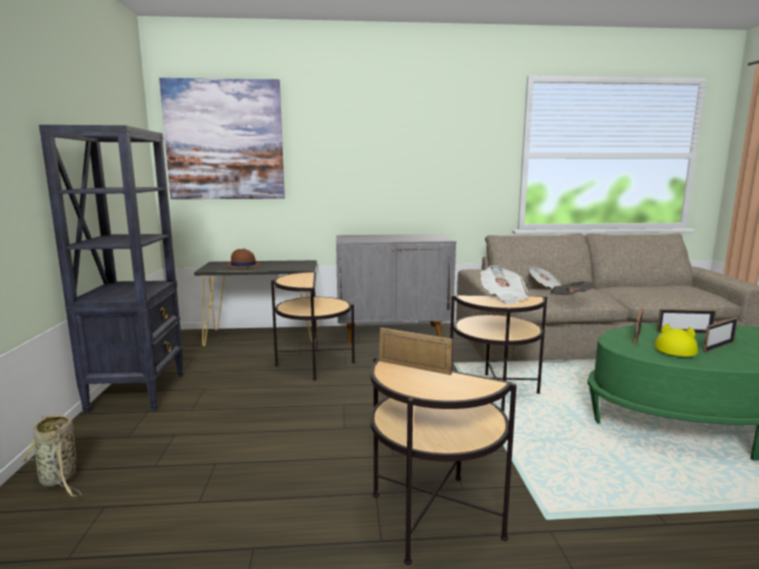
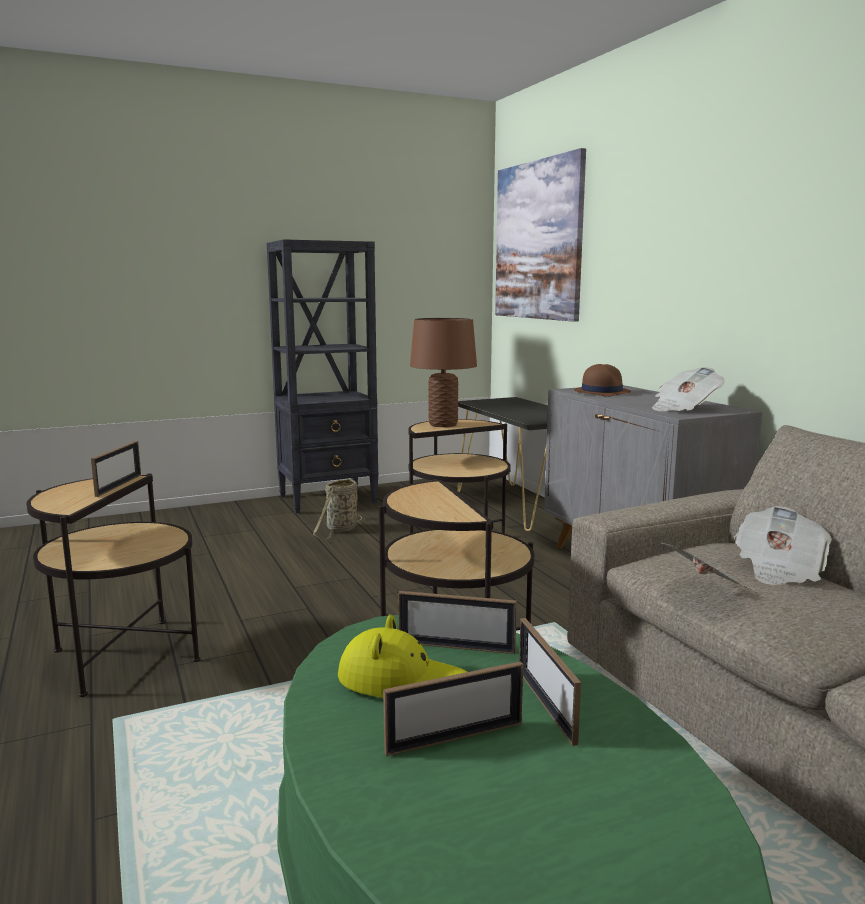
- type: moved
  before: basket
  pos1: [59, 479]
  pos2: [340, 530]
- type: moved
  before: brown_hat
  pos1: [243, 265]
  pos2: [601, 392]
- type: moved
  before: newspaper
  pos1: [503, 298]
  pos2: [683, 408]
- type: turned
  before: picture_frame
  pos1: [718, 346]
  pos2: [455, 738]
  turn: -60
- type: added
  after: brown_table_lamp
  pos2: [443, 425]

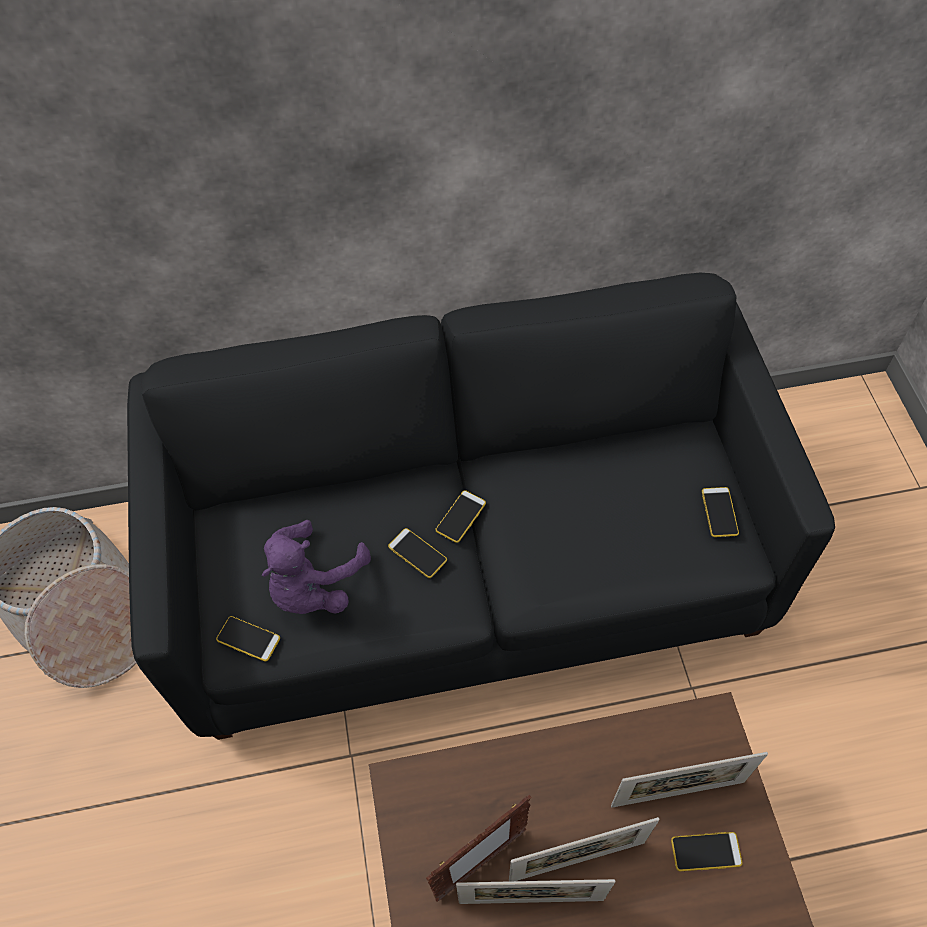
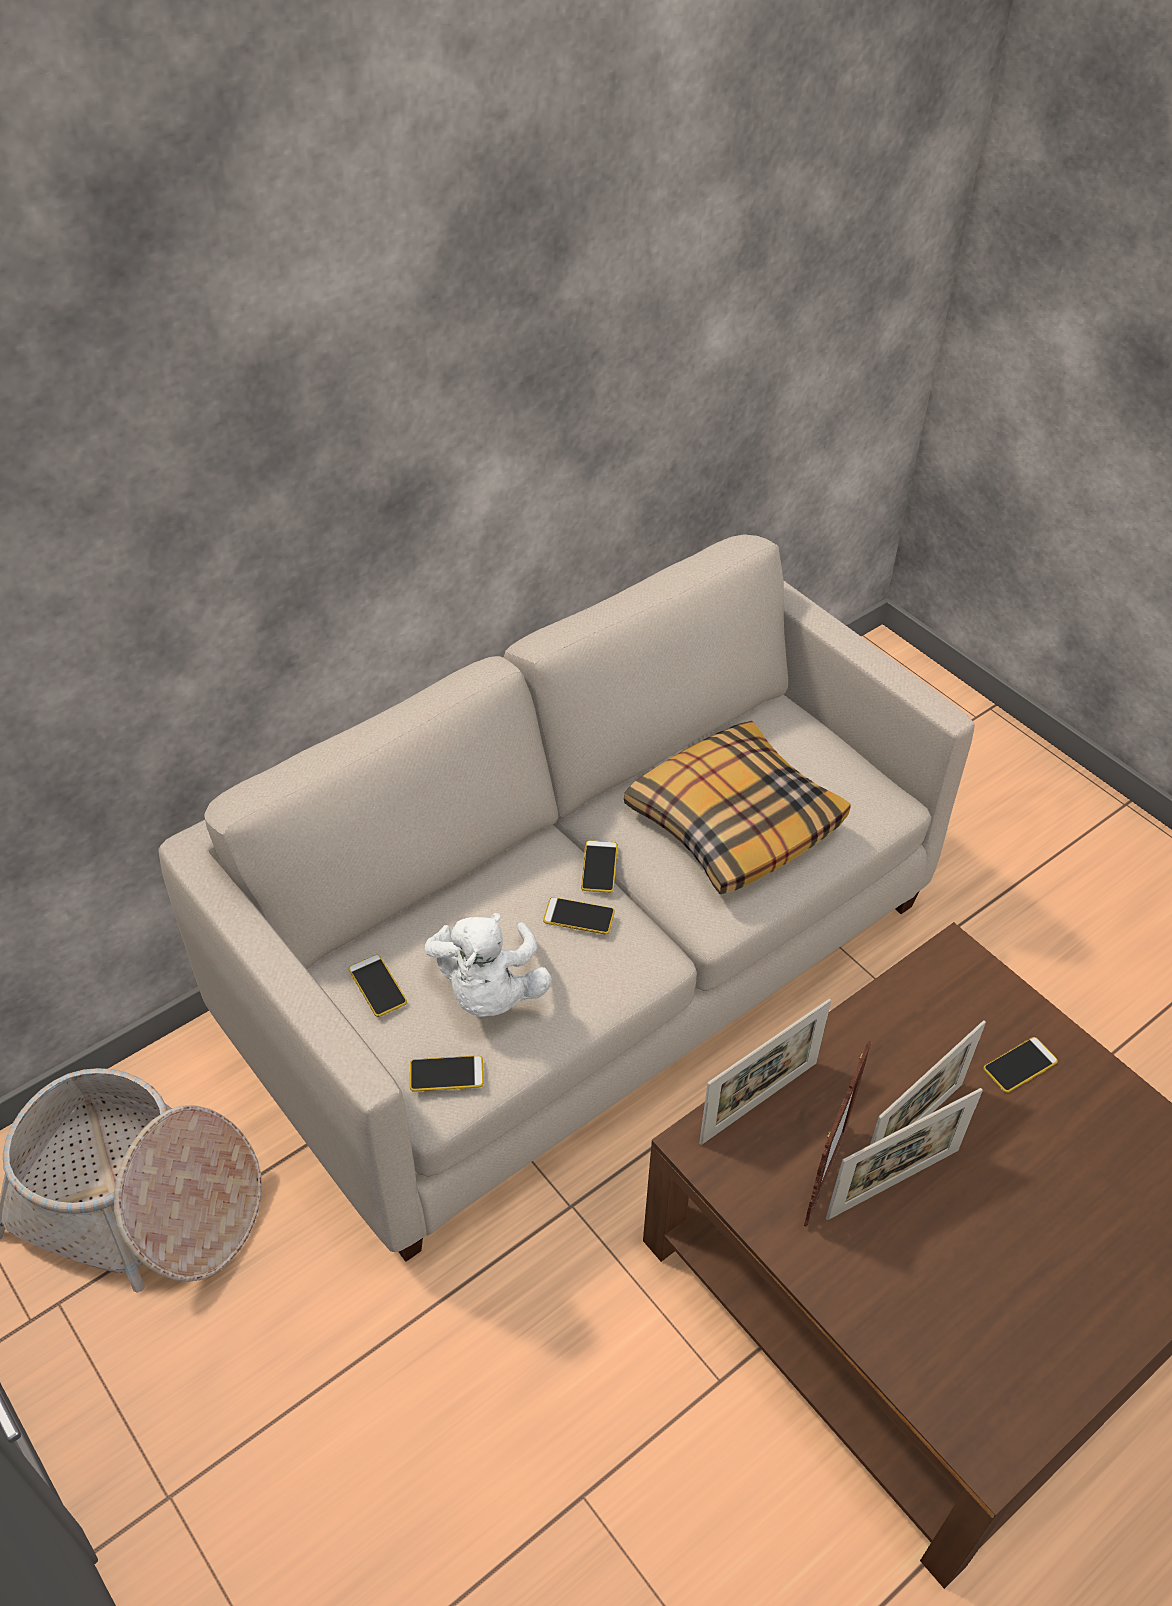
- type: recoloured
  before: black_sofa
  after: beige_sofa
  pos1: [469, 568]
  pos2: [584, 964]
- type: recoloured
  before: purple_plush_toy
  after: white_plush_toy
  pos1: [314, 586]
  pos2: [488, 991]
- type: moved
  before: picture_frame
  pos1: [677, 793]
  pos2: [759, 1102]
- type: moved
  before: phone
  pos1: [719, 512]
  pos2: [377, 986]
- type: added
  after: pillow
  pos2: [733, 821]

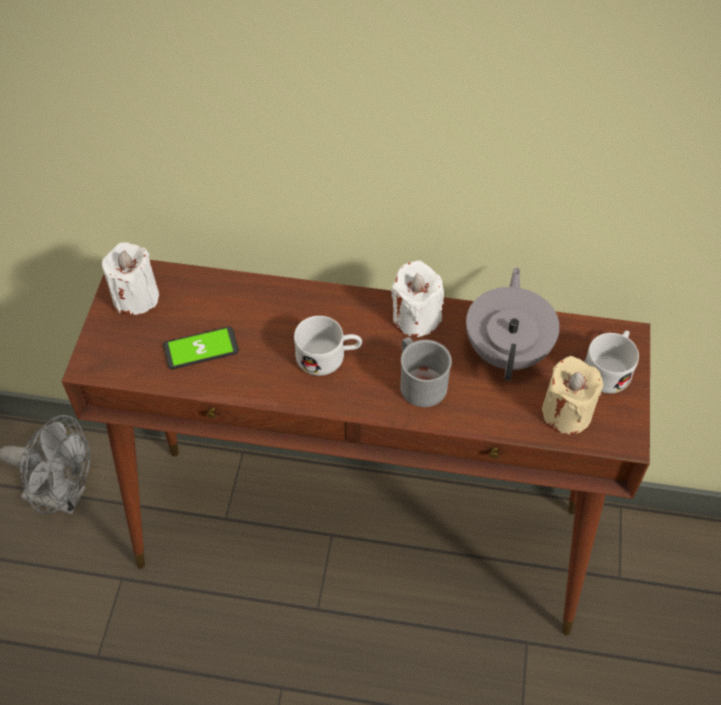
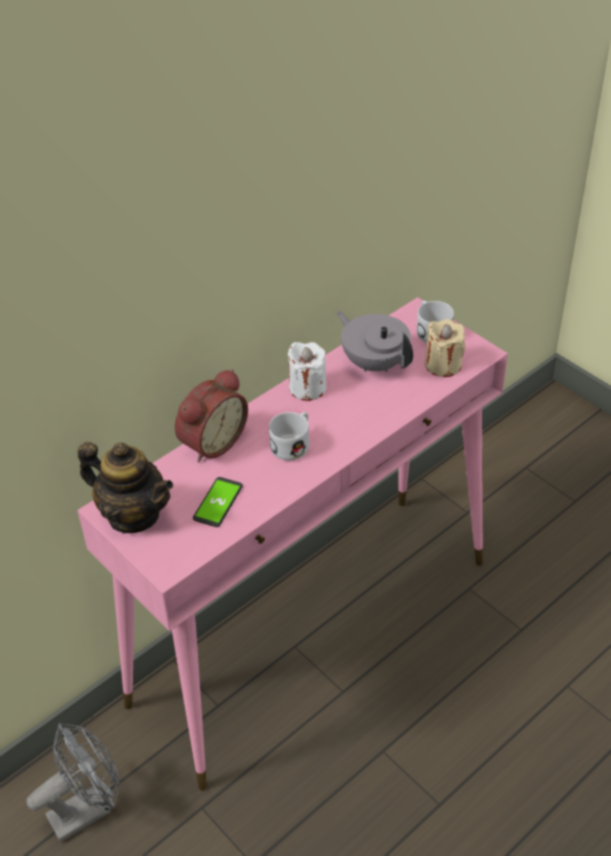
- type: recoloured
  before: brown_console_table
  after: pink_console_table
  pos1: [362, 537]
  pos2: [313, 629]
- type: replaced
  before: white_candle
  after: teapot
  pos1: [136, 297]
  pos2: [133, 515]
- type: removed
  before: grey_mug
  pos1: [419, 381]
- type: added
  after: alarm_clock
  pos2: [211, 442]

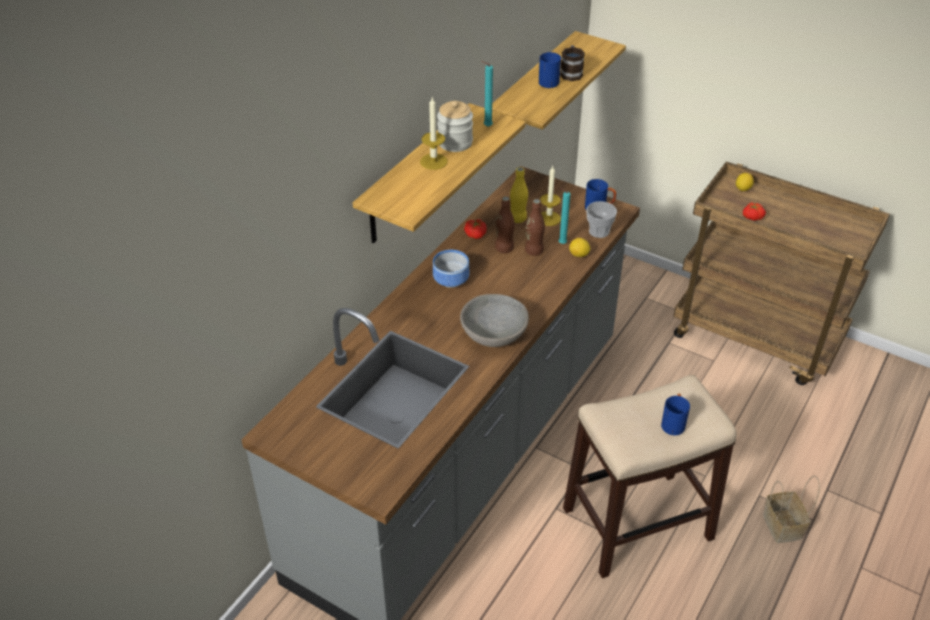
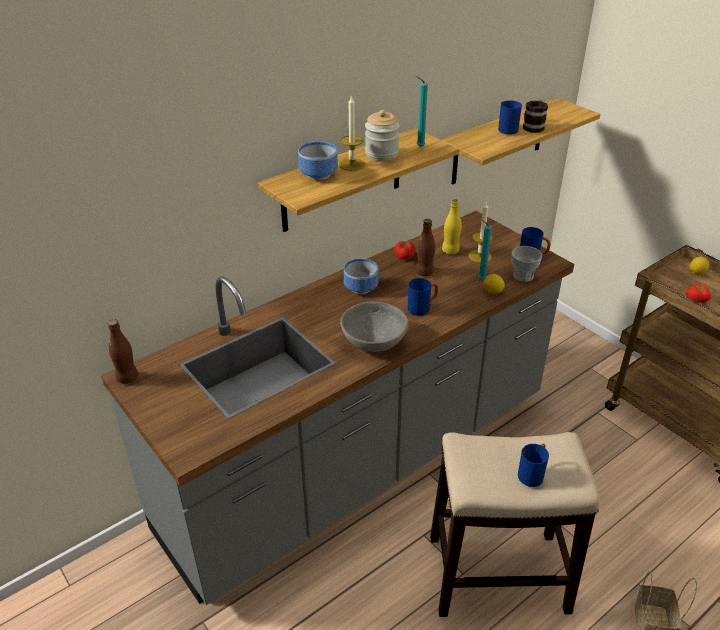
- type: moved
  before: brown_bottle
  pos1: [534, 251]
  pos2: [127, 378]
- type: added
  after: bowl
  pos2: [320, 174]
- type: added
  after: blue_mug
  pos2: [422, 308]

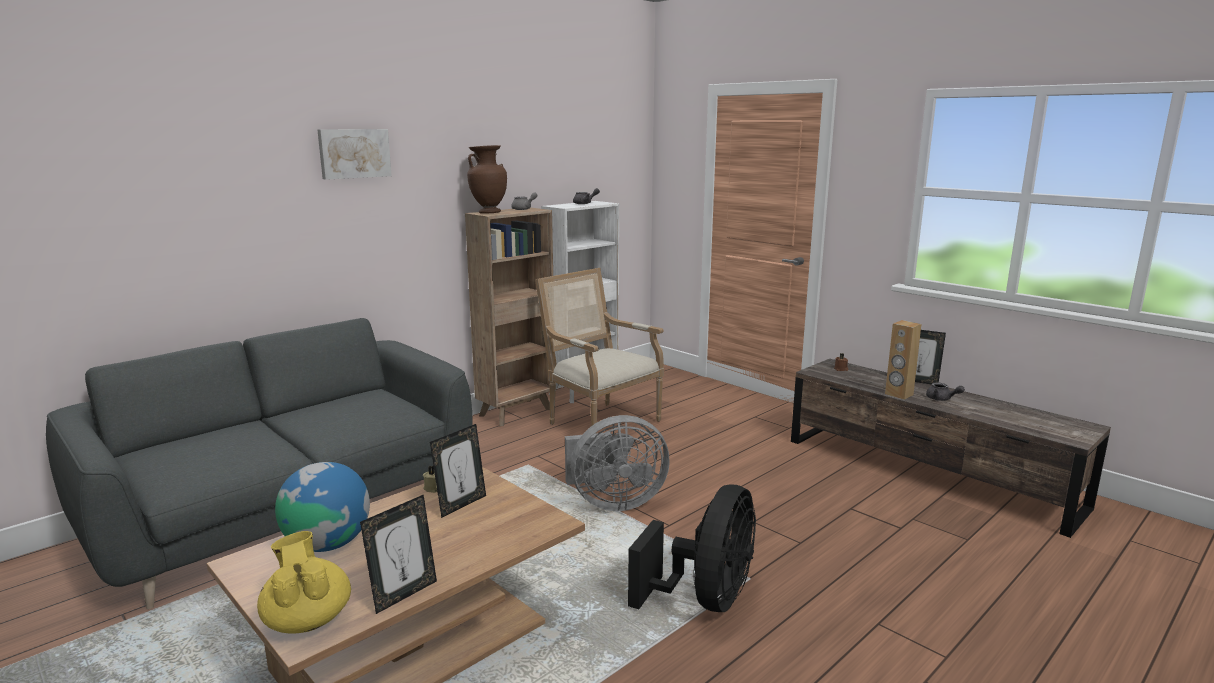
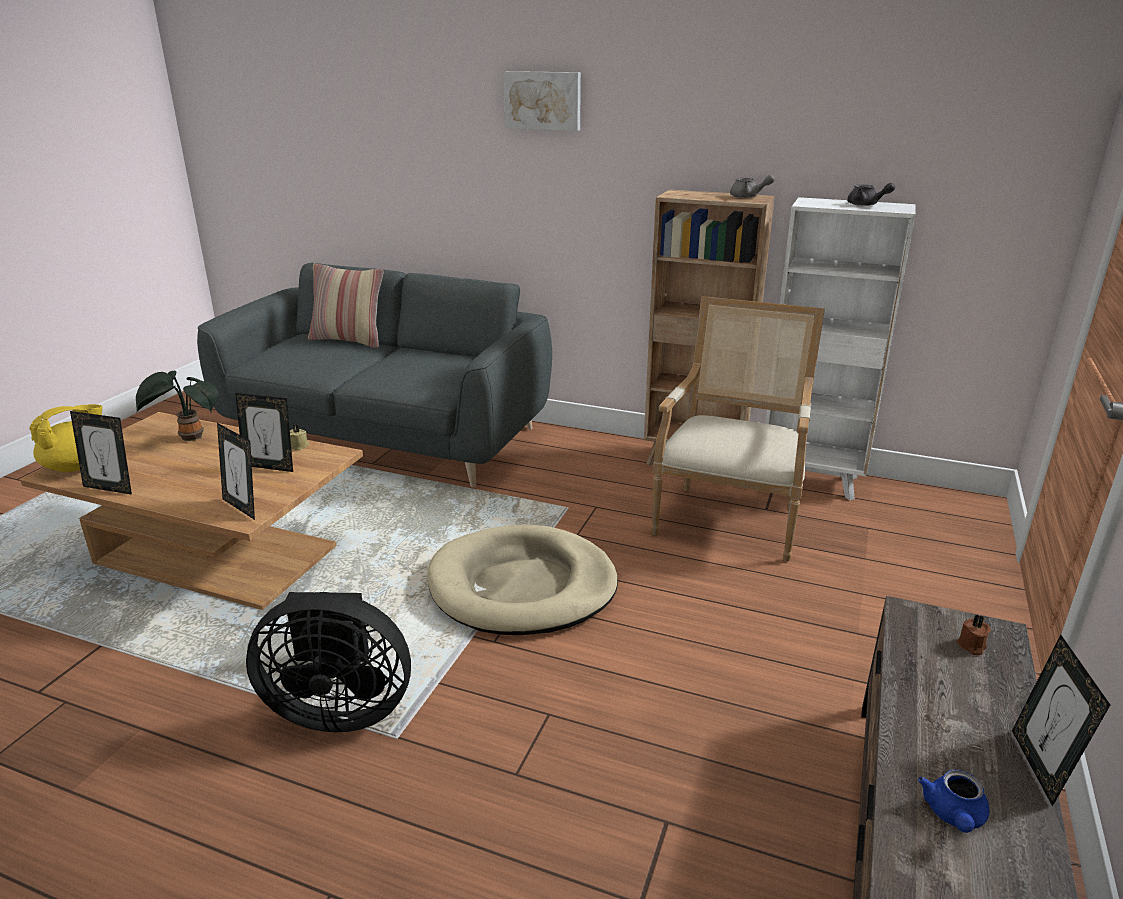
- type: replaced
  before: globe
  after: potted_plant
  pos1: [327, 544]
  pos2: [189, 438]
- type: removed
  before: brown_vase
  pos1: [489, 213]
- type: replaced
  before: grey_fan
  after: beige_dog_bed
  pos1: [613, 502]
  pos2: [522, 586]
- type: removed
  before: brown_speaker
  pos1: [898, 394]
- type: recoloured
  before: grey_teapot
  after: blue_teapot
  pos1: [941, 399]
  pos2: [953, 816]
- type: added
  after: picture_frame
  pos2: [243, 507]
- type: added
  after: pillow
  pos2: [349, 340]

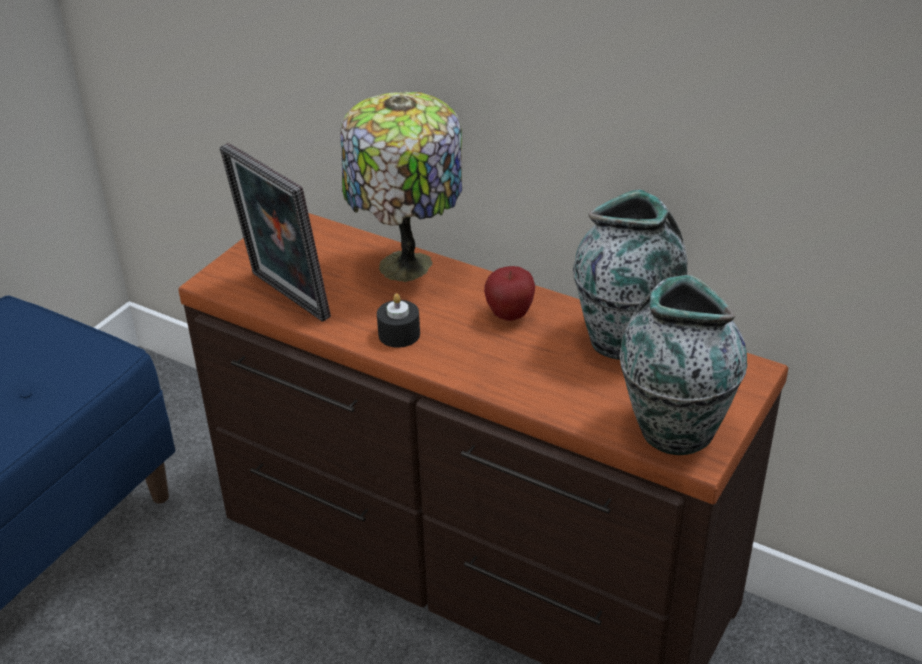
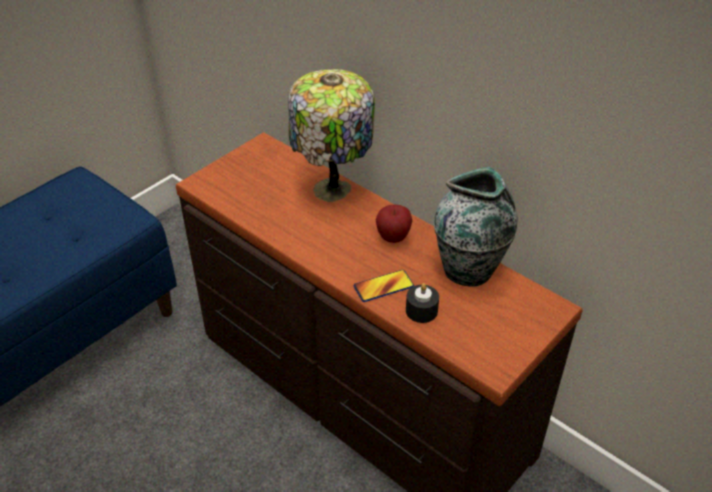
- type: removed
  before: picture_frame
  pos1: [284, 298]
- type: moved
  before: black_candle
  pos1: [399, 334]
  pos2: [421, 310]
- type: removed
  before: vase
  pos1: [673, 429]
- type: added
  after: phone
  pos2: [383, 287]

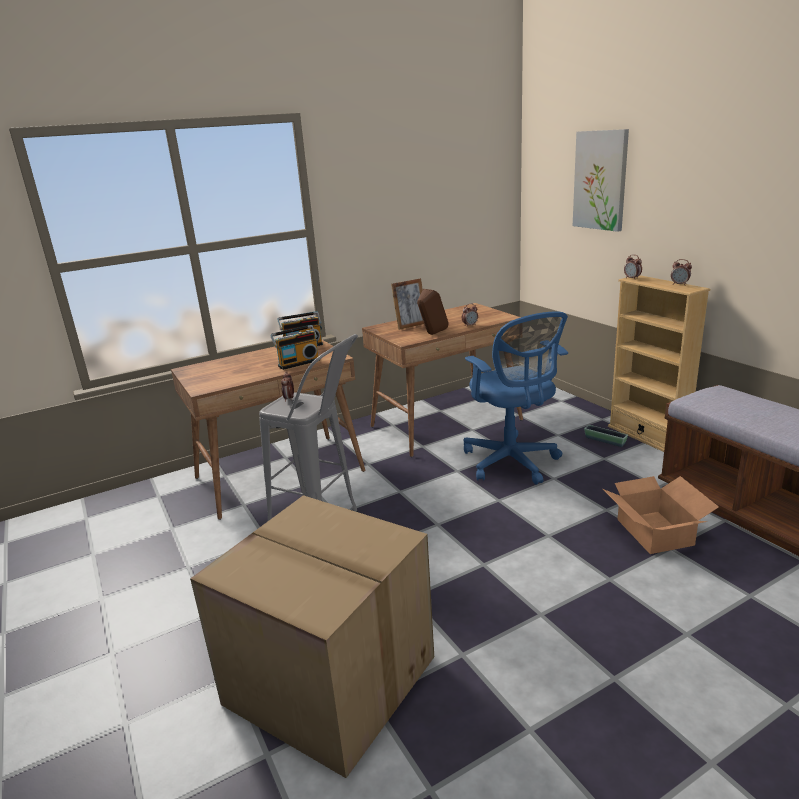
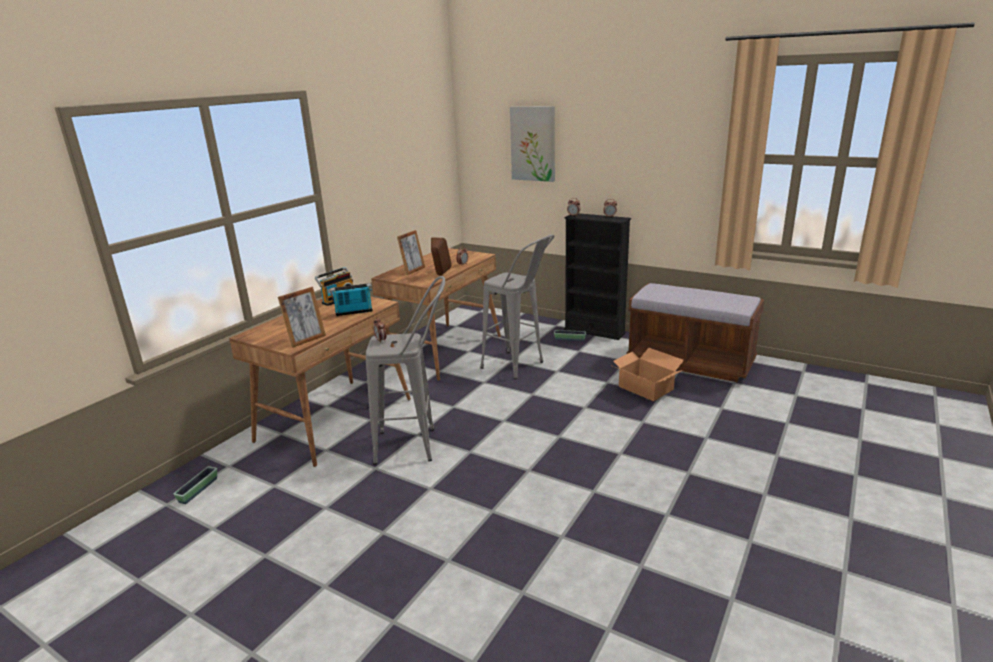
- type: removed
  before: cardboard_box
  pos1: [327, 681]
- type: turned
  before: radio
  pos1: [298, 363]
  pos2: [354, 312]
  turn: -135
- type: replaced
  before: blue_office_chair
  after: grey_stool
  pos1: [512, 463]
  pos2: [520, 367]
- type: recoloured
  before: beige_bookcase
  after: black_bookcase
  pos1: [647, 436]
  pos2: [594, 331]
- type: added
  after: planter
  pos2: [198, 490]
- type: added
  after: picture_frame
  pos2: [306, 340]

